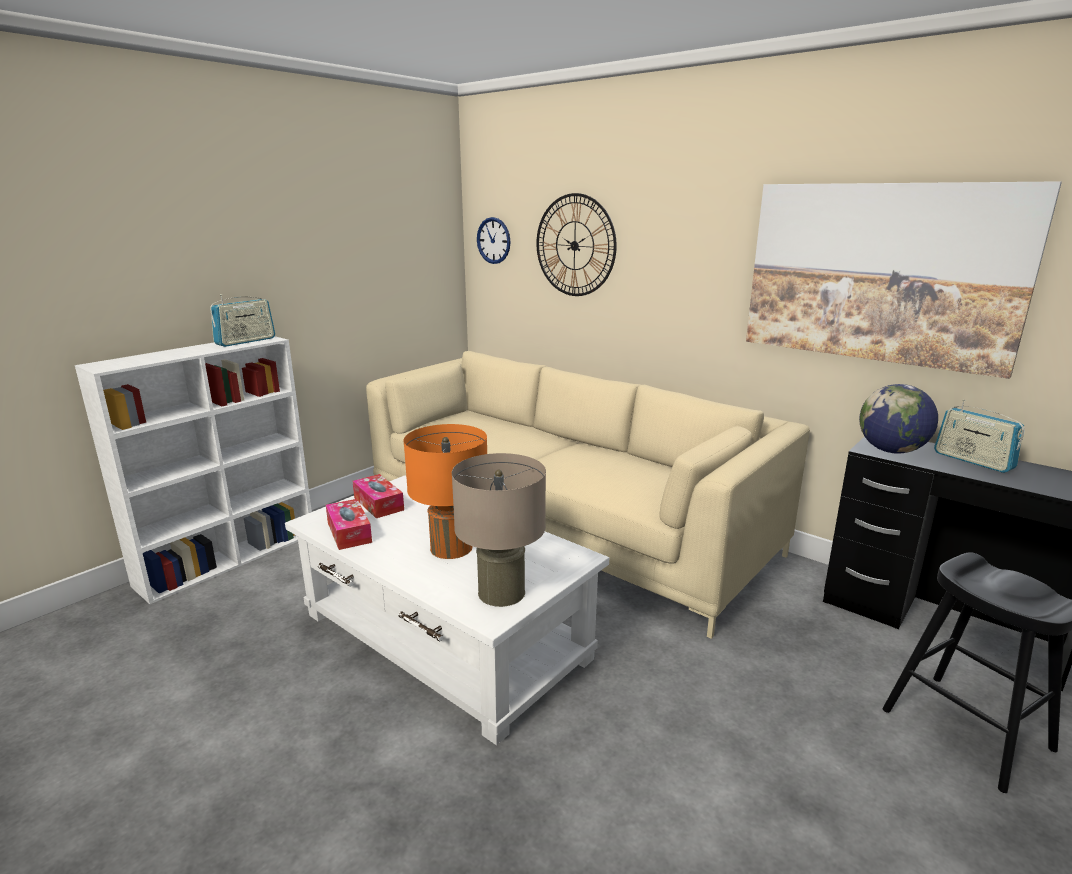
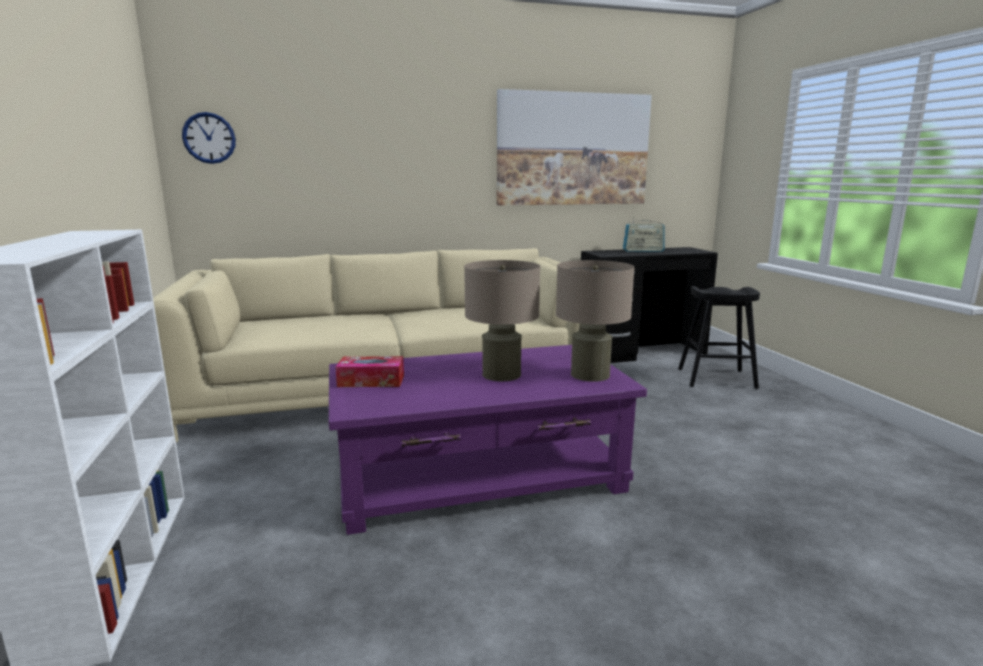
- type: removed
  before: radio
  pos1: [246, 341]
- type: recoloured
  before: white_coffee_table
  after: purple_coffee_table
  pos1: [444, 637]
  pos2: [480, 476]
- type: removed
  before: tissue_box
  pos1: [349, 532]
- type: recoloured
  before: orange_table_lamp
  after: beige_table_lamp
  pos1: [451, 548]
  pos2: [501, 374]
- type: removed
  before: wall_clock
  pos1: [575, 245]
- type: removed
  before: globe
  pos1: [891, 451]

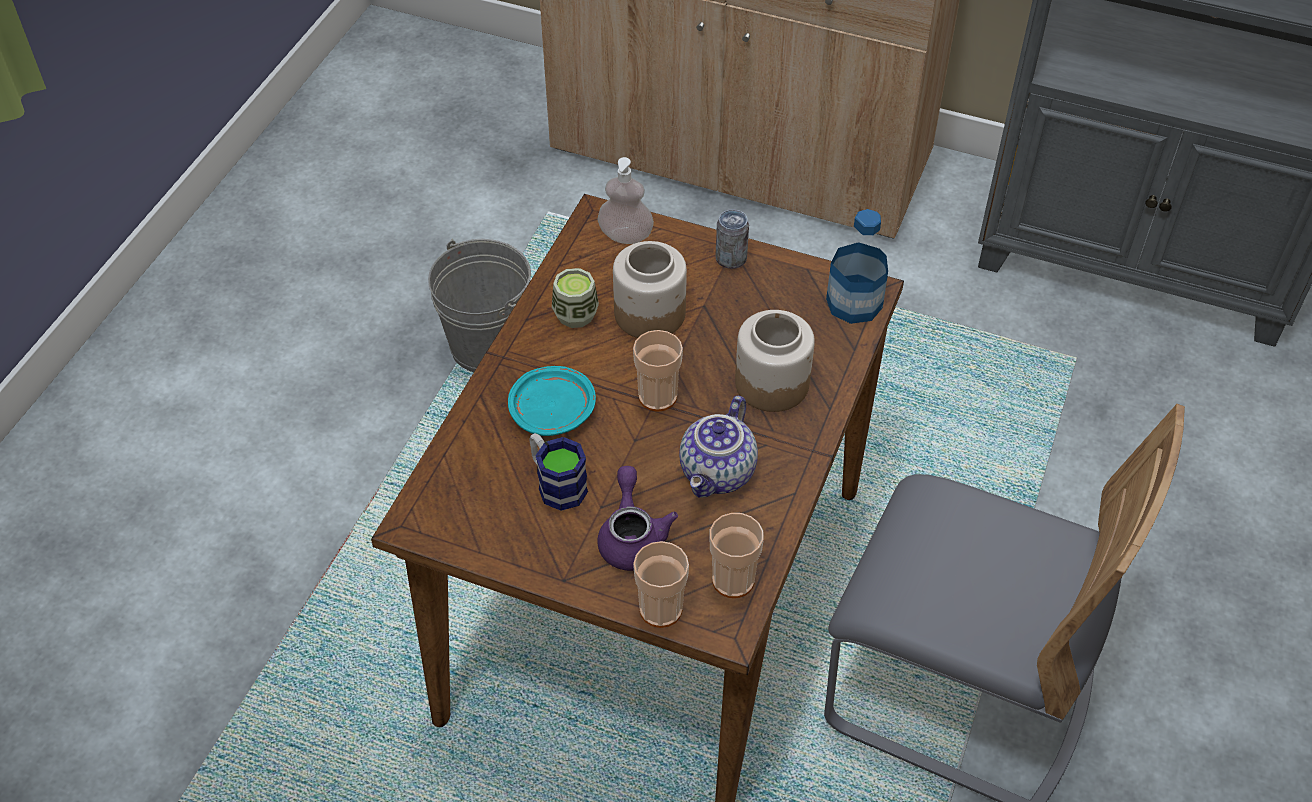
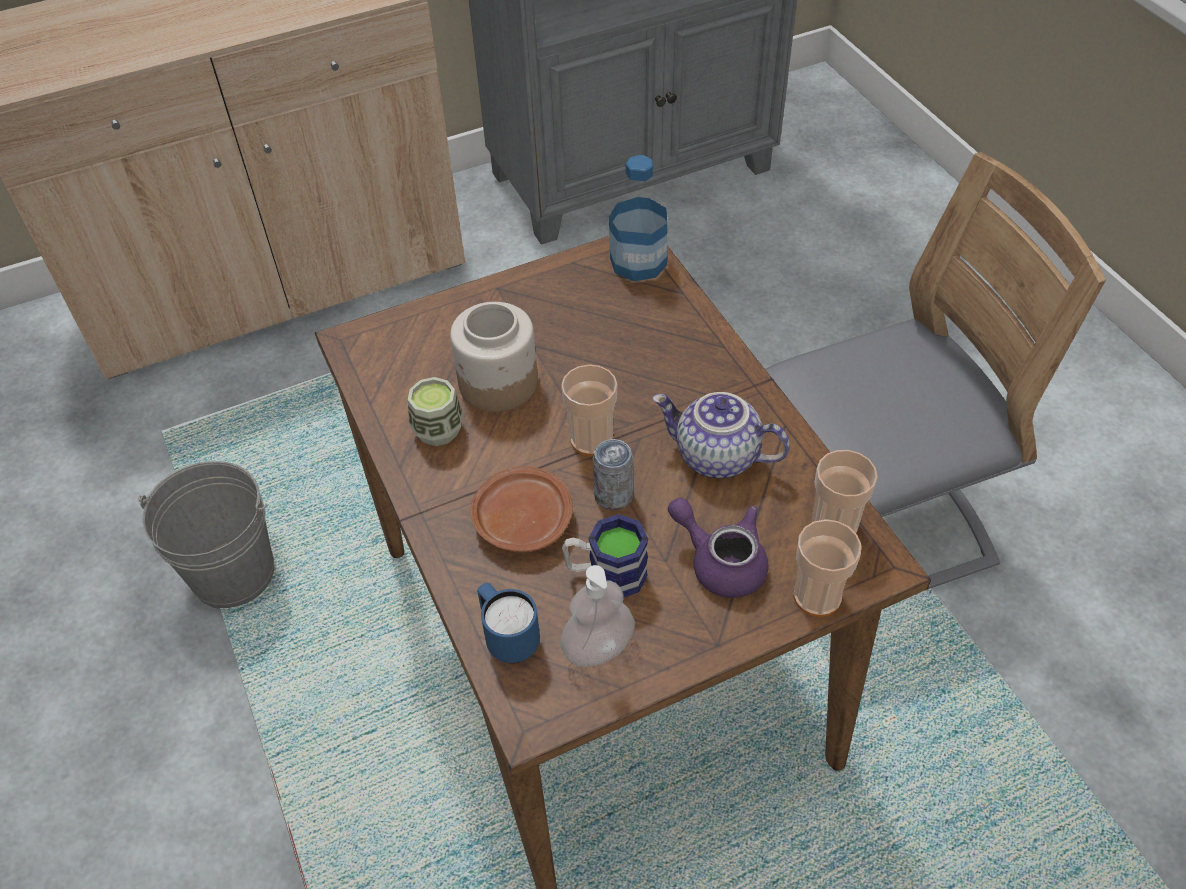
- type: recoloured
  before: turquoise_plate
  after: brown_plate
  pos1: [553, 410]
  pos2: [522, 519]
- type: moved
  before: soap_dispenser
  pos1: [625, 235]
  pos2: [598, 648]
- type: turned
  before: teapot
  pos1: [719, 474]
  pos2: [715, 457]
  turn: 135
- type: moved
  before: can
  pos1: [731, 259]
  pos2: [613, 496]
- type: removed
  before: jar
  pos1: [772, 383]
- type: added
  after: blue_mug
  pos2: [508, 638]

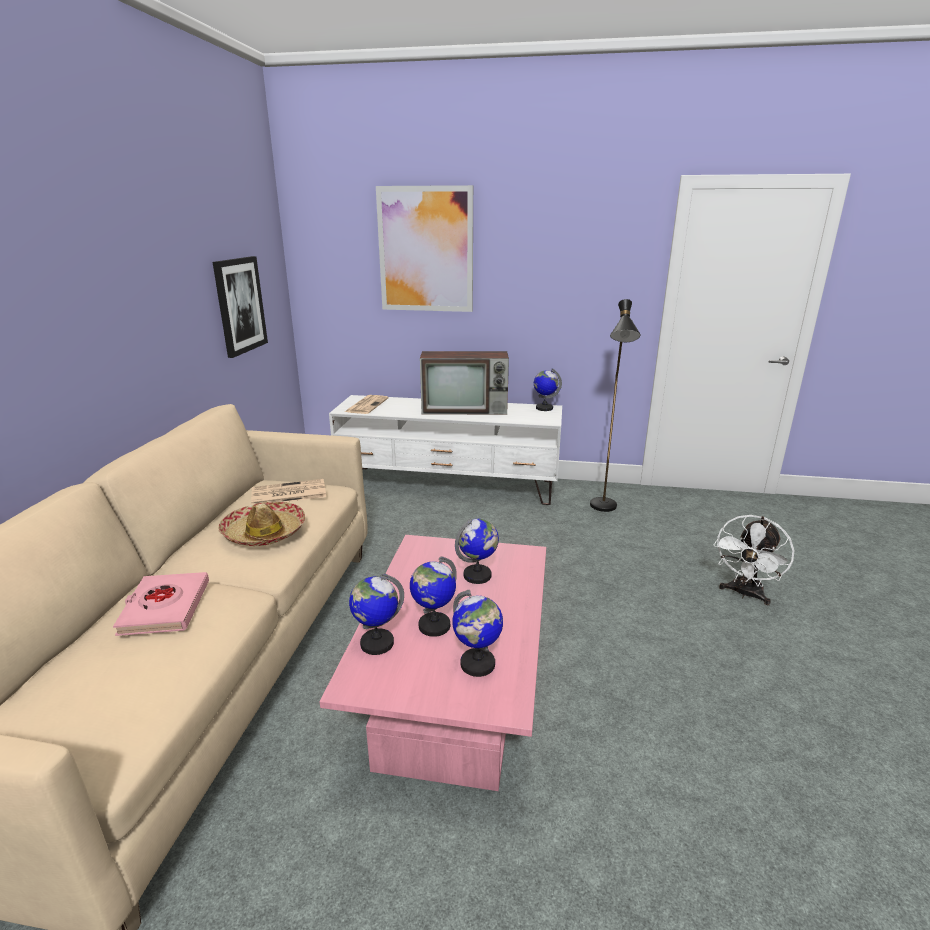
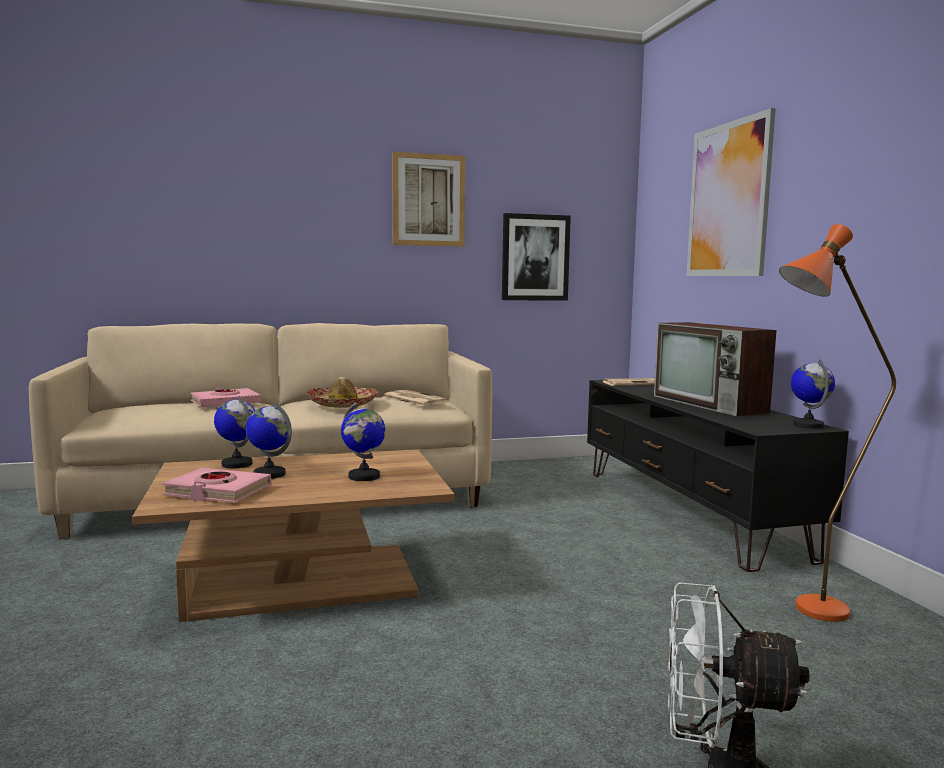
- type: recoloured
  before: pink_coffee_table
  after: brown_coffee_table
  pos1: [454, 692]
  pos2: [302, 582]
- type: recoloured
  before: white_tv_stand
  after: black_tv_stand
  pos1: [449, 485]
  pos2: [688, 512]
- type: replaced
  before: globe
  after: pink_book
  pos1: [477, 664]
  pos2: [218, 492]
- type: recoloured
  before: black_floor_lamp
  after: orange_floor_lamp
  pos1: [604, 510]
  pos2: [807, 612]
- type: added
  after: picture
  pos2: [428, 200]

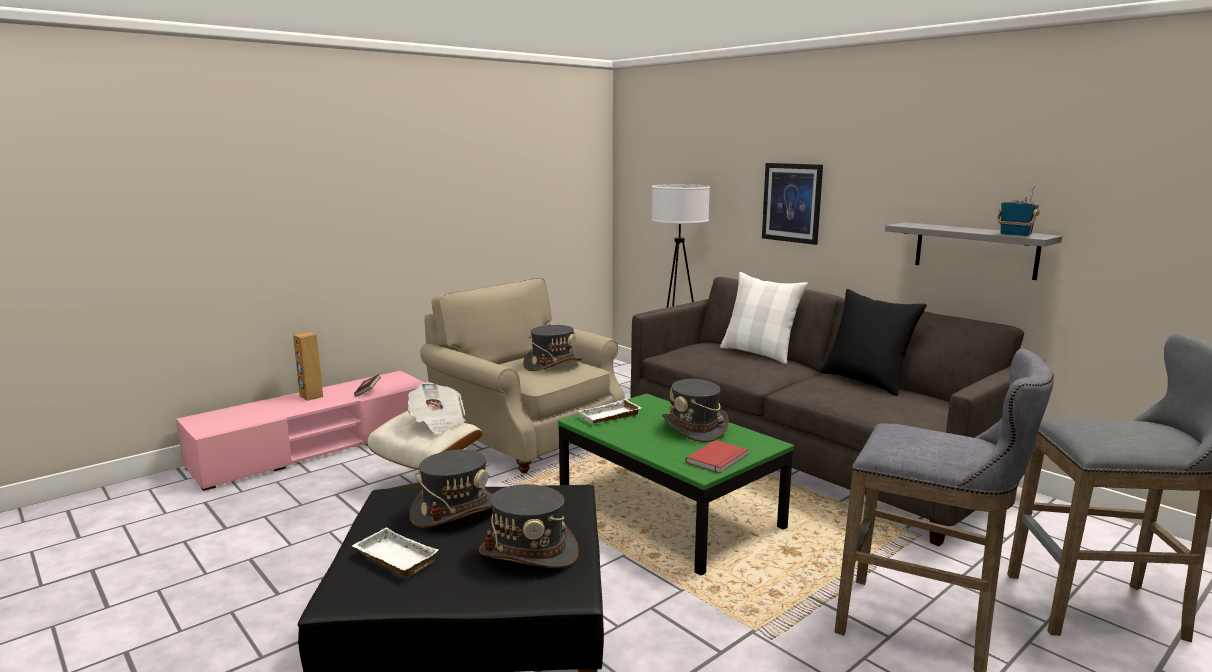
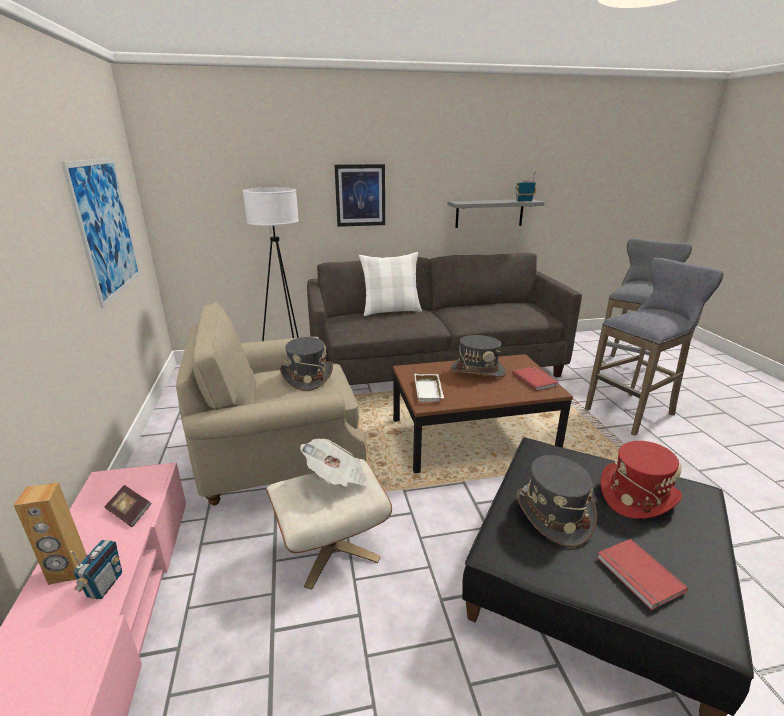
- type: replaced
  before: white_tray
  after: red_book
  pos1: [393, 558]
  pos2: [638, 575]
- type: recoloured
  before: grey_hat
  after: red_hat
  pos1: [529, 552]
  pos2: [637, 495]
- type: recoloured
  before: green_coffee_table
  after: brown_coffee_table
  pos1: [670, 512]
  pos2: [472, 435]
- type: removed
  before: black_pillow
  pos1: [866, 381]
- type: added
  after: picture
  pos2: [106, 228]
- type: added
  after: radio
  pos2: [104, 585]

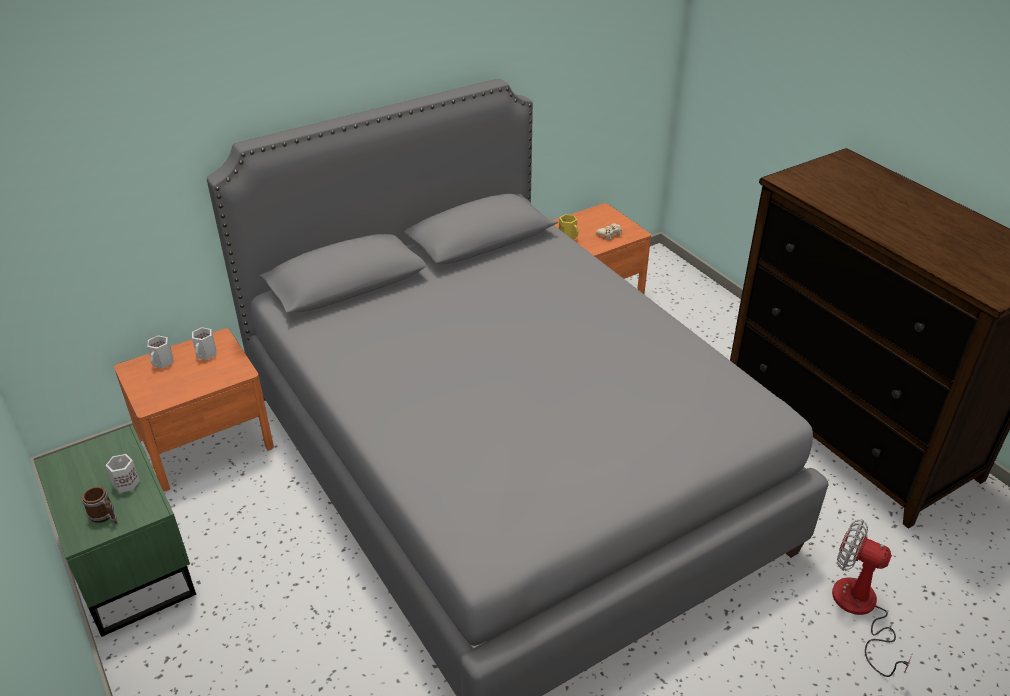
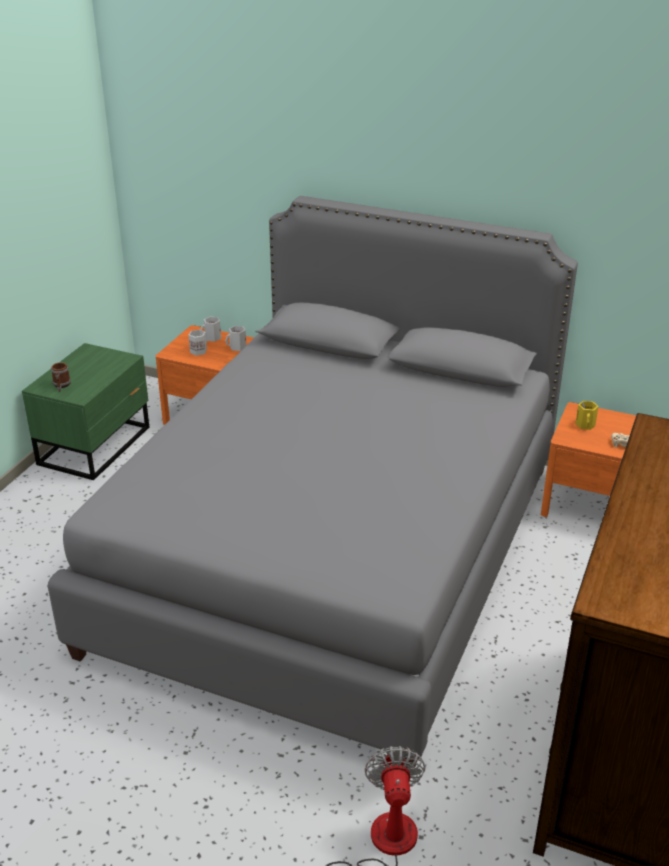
- type: moved
  before: white_mug
  pos1: [125, 483]
  pos2: [198, 350]

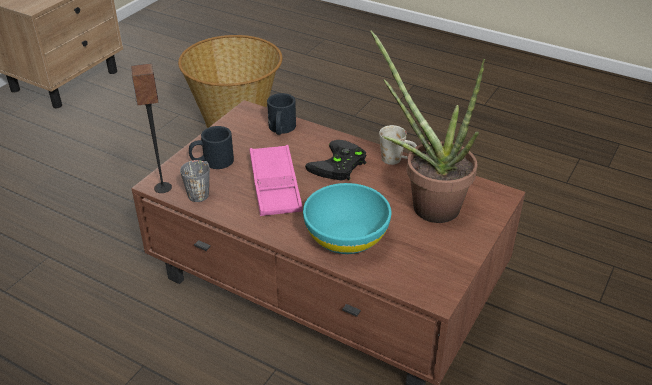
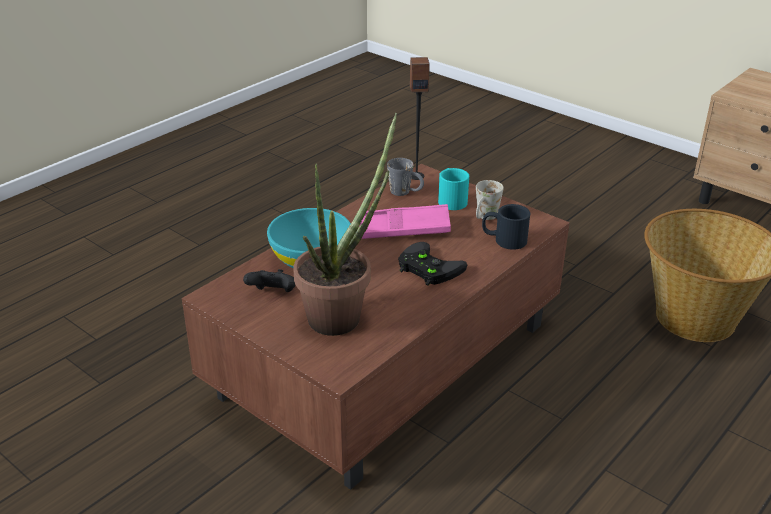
- type: recoloured
  before: black_mug
  after: turquoise_mug
  pos1: [212, 162]
  pos2: [451, 199]
- type: moved
  before: white_mug
  pos1: [397, 160]
  pos2: [484, 218]
- type: added
  after: black_game_controller
  pos2: [273, 294]

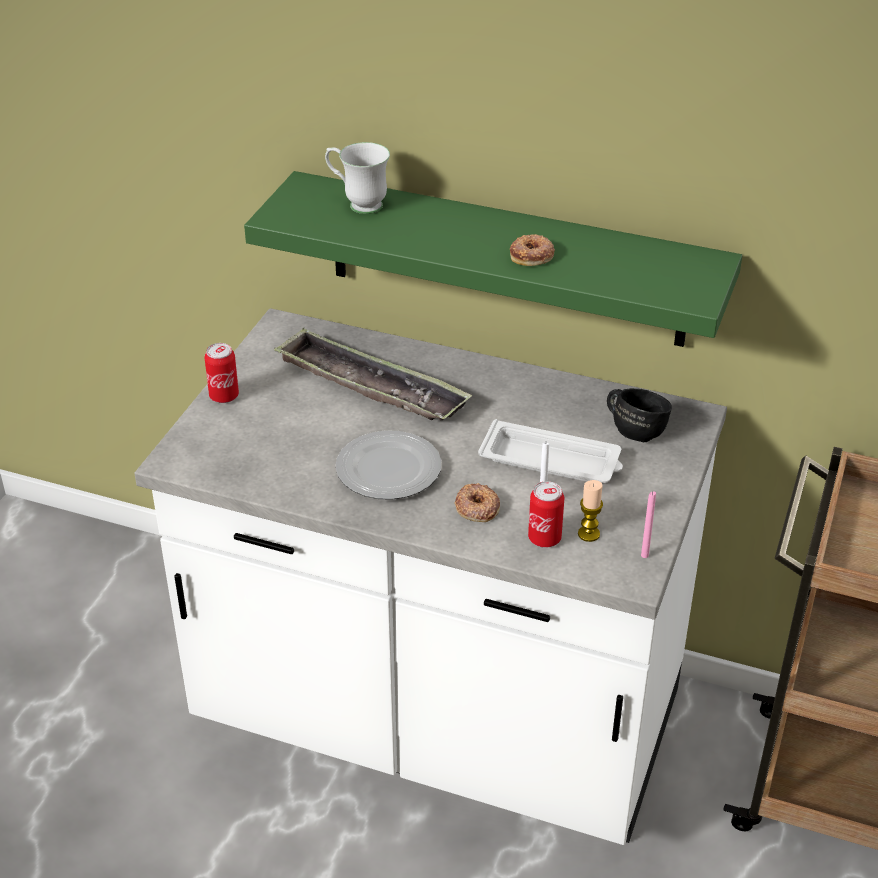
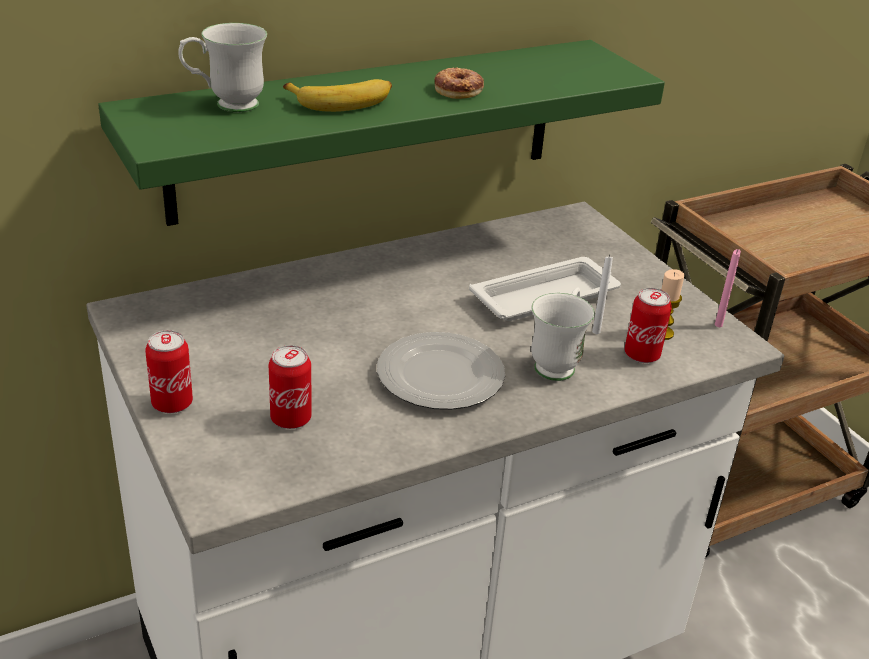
- type: removed
  before: tray
  pos1: [371, 386]
- type: replaced
  before: donut
  after: white_mug
  pos1: [477, 507]
  pos2: [557, 363]
- type: removed
  before: black_mug
  pos1: [635, 429]
- type: added
  after: can
  pos2: [291, 419]
- type: added
  after: banana
  pos2: [342, 102]

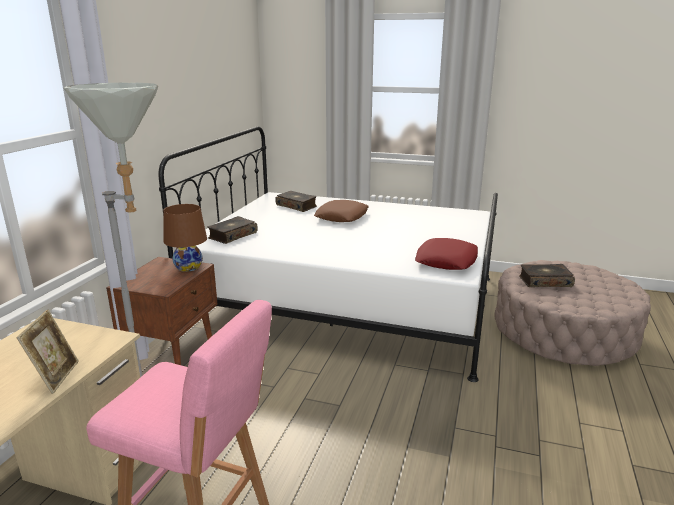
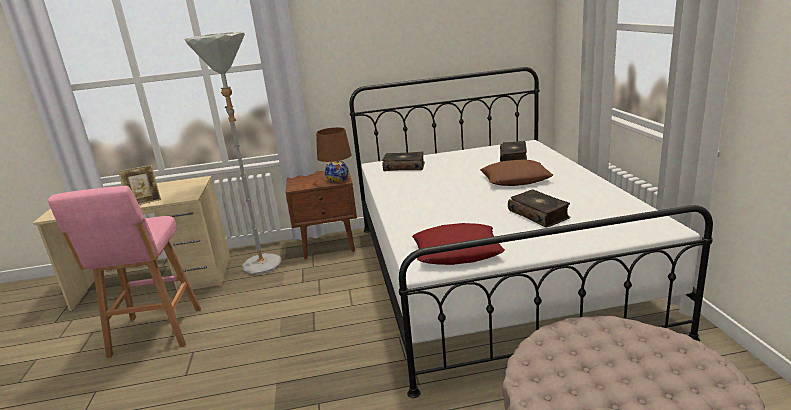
- type: moved
  before: book
  pos1: [544, 281]
  pos2: [539, 215]

